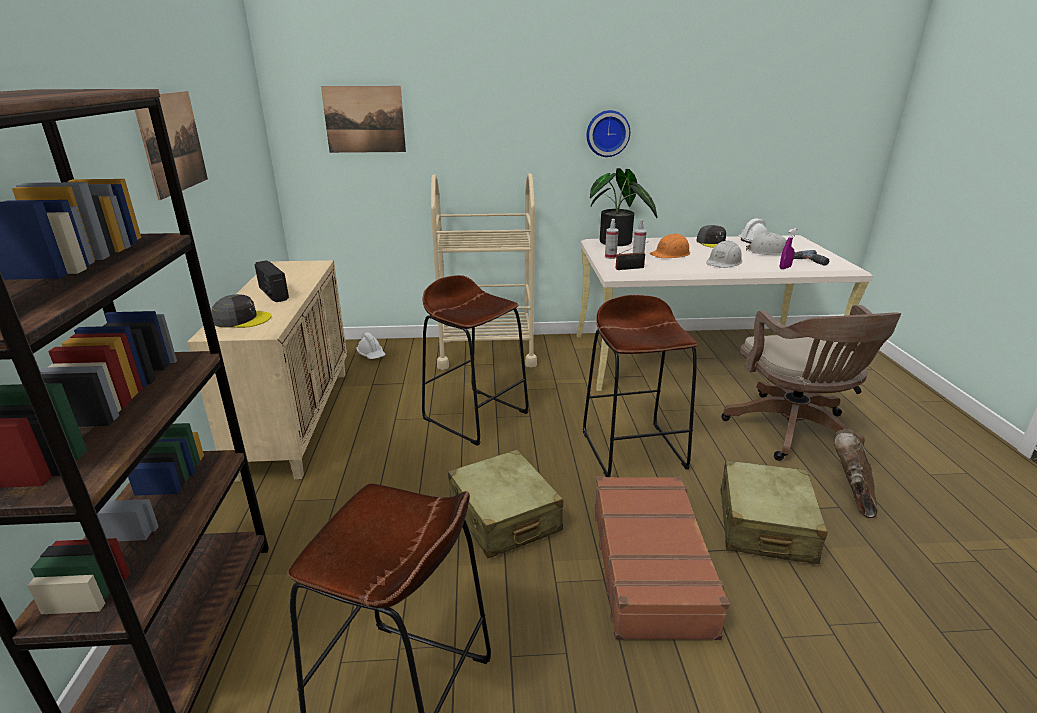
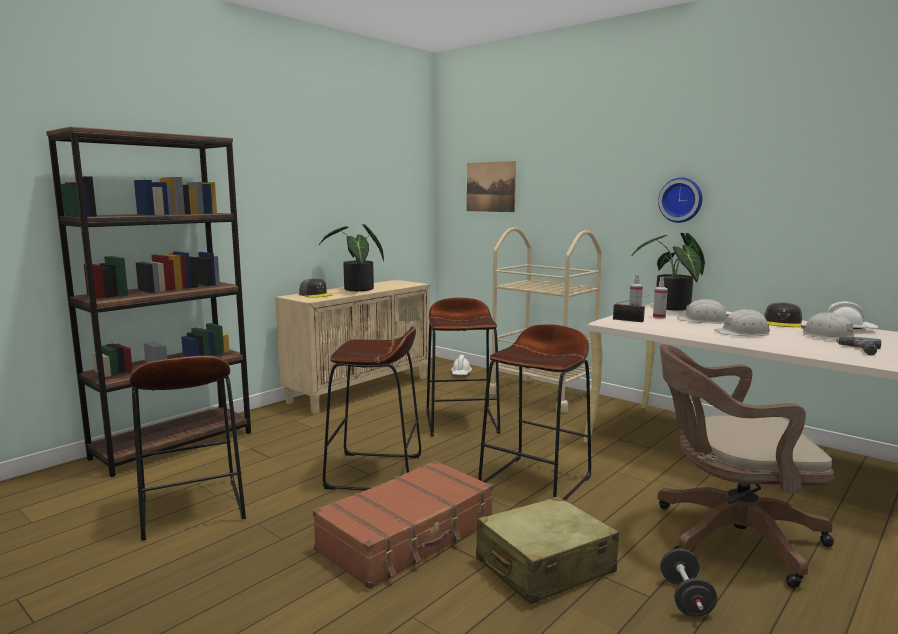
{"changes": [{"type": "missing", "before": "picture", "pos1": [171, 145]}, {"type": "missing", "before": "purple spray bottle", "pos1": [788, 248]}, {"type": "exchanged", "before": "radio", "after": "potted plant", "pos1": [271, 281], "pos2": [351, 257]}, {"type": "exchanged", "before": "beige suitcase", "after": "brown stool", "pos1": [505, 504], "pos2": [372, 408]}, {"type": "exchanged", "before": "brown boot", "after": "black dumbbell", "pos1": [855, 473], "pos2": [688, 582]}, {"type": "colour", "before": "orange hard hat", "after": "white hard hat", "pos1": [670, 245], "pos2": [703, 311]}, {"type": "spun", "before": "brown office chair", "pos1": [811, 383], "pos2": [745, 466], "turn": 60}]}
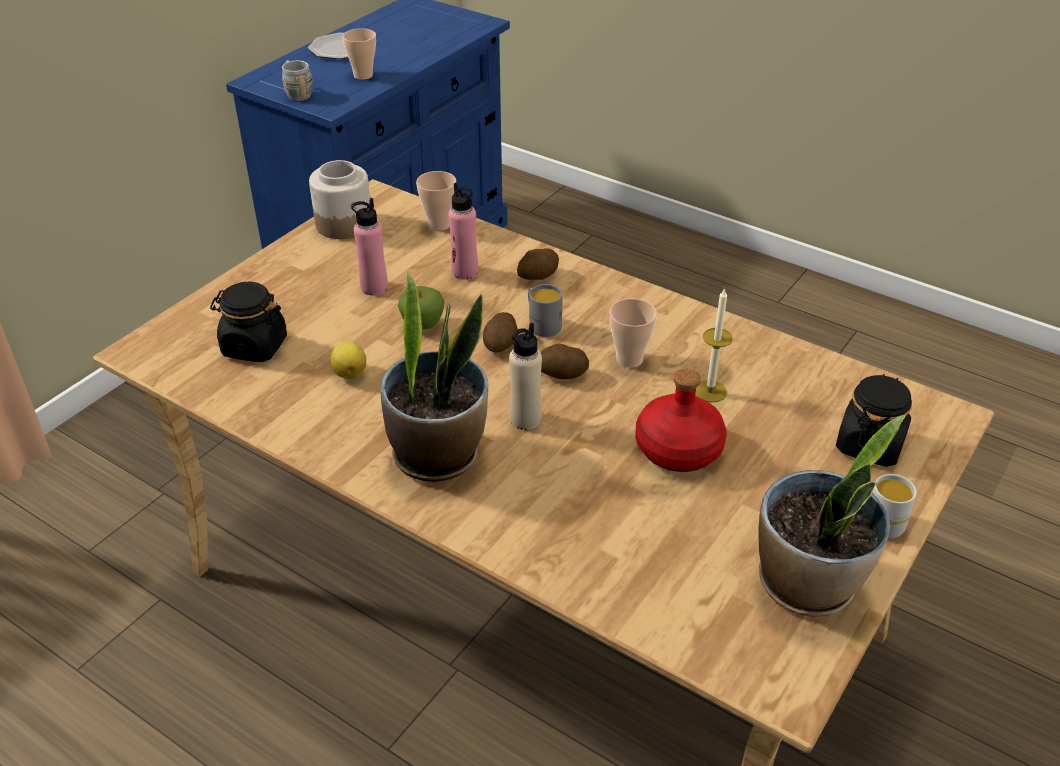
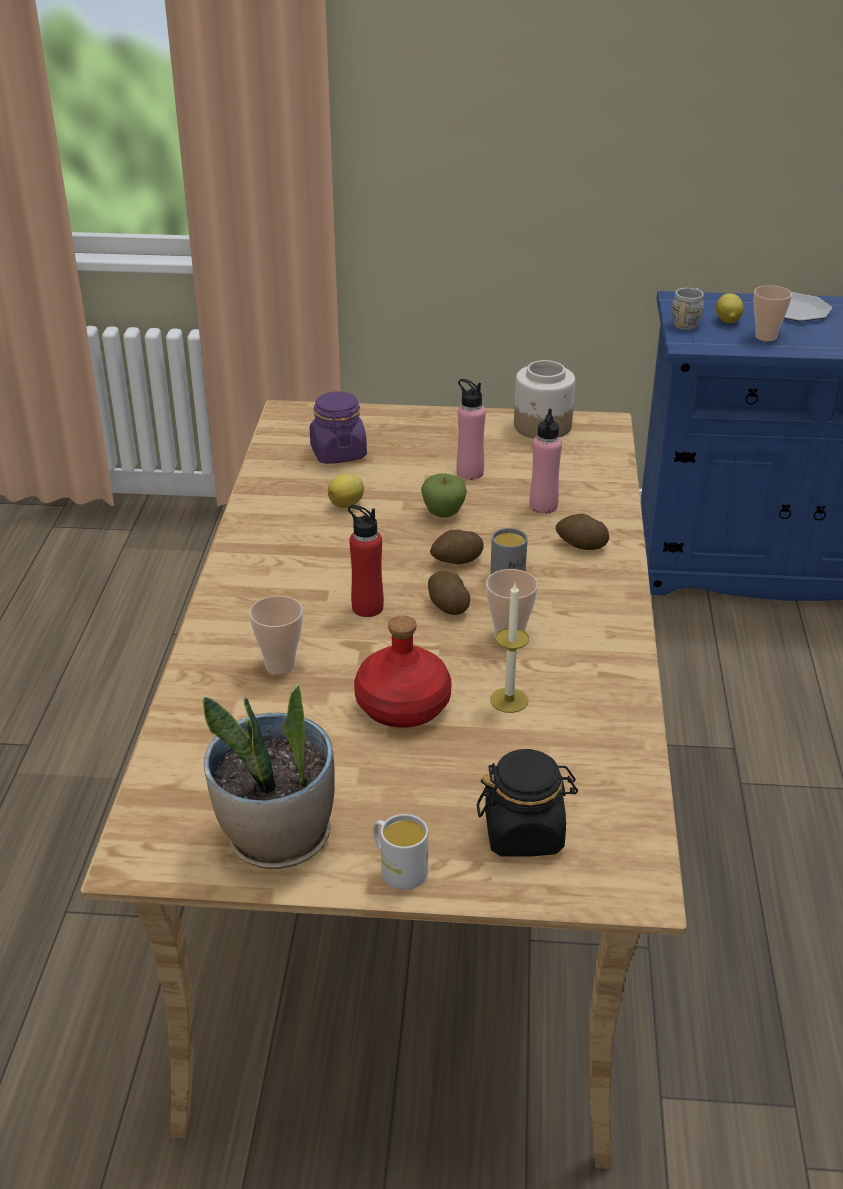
{"changes": [{"type": "missing", "before": "potted plant", "pos1": [434, 376]}, {"type": "appeared", "after": "lemon", "pos2": [730, 308]}, {"type": "relocated", "before": "cup", "pos1": [436, 201], "pos2": [276, 635]}, {"type": "colour", "before": "black jar", "after": "purple jar", "pos1": [248, 322], "pos2": [338, 427]}, {"type": "colour", "before": "beige bottle", "after": "red bottle", "pos1": [525, 376], "pos2": [366, 561]}]}
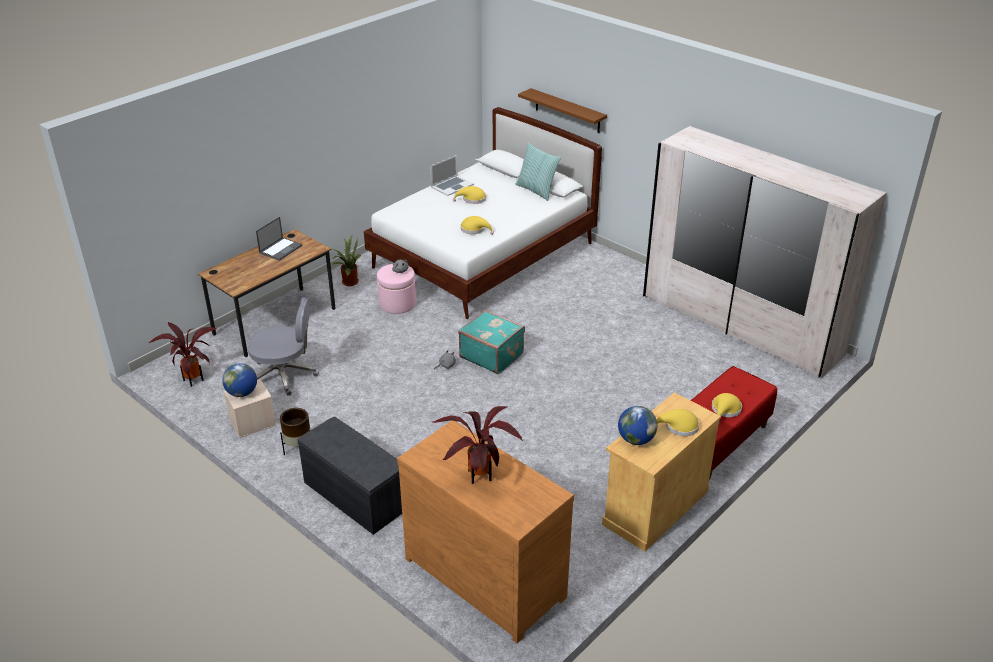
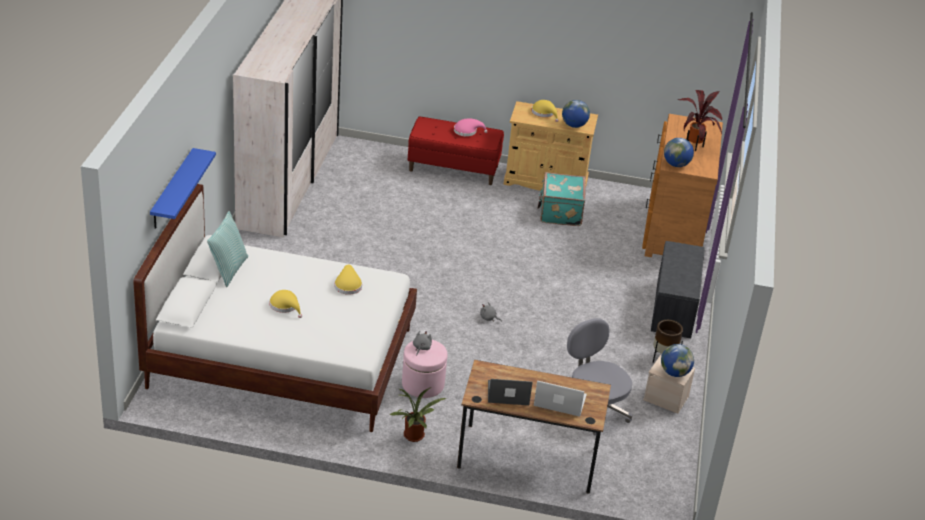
{"changes": [{"type": "missing", "before": "potted plant", "pos1": [182, 354]}, {"type": "appeared", "after": "globe", "pos2": [679, 152]}, {"type": "relocated", "before": "laptop", "pos1": [452, 175], "pos2": [560, 399]}, {"type": "relocated", "before": "turquoise suitcase", "pos1": [491, 342], "pos2": [561, 199]}, {"type": "colour", "before": "brown shelf", "after": "blue shelf", "pos1": [562, 110], "pos2": [183, 188]}, {"type": "colour", "before": "yellow hat", "after": "pink hat", "pos1": [727, 405], "pos2": [471, 127]}]}
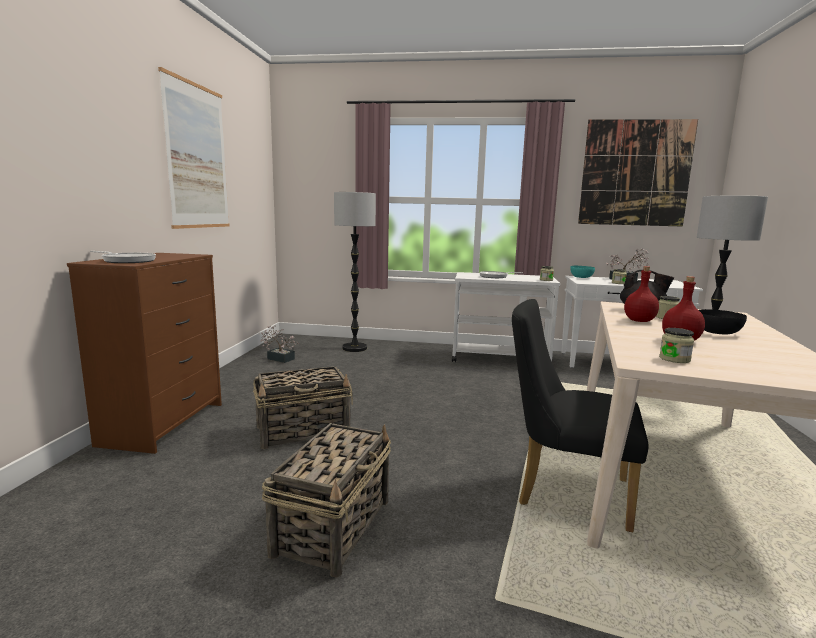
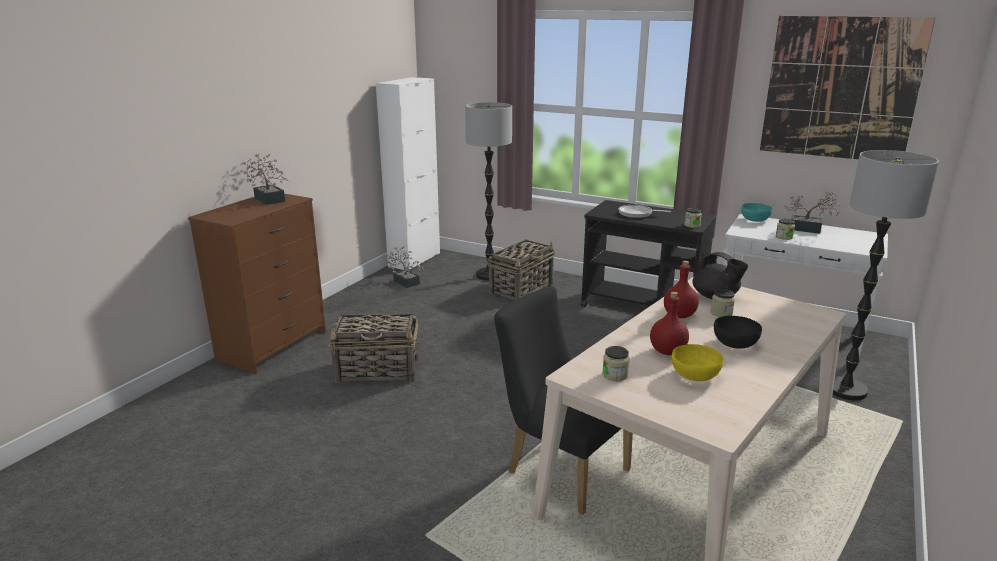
{"changes": [{"type": "missing", "before": "frying pan", "pos1": [123, 257]}, {"type": "missing", "before": "picture", "pos1": [193, 148]}, {"type": "appeared", "after": "potted plant", "pos2": [264, 179]}, {"type": "appeared", "after": "white cabinet", "pos2": [408, 174]}, {"type": "appeared", "after": "yellow bowl", "pos2": [697, 362]}, {"type": "relocated", "before": "basket", "pos1": [326, 500], "pos2": [521, 269]}, {"type": "colour", "before": "white cart", "after": "black cart", "pos1": [506, 317], "pos2": [648, 253]}]}
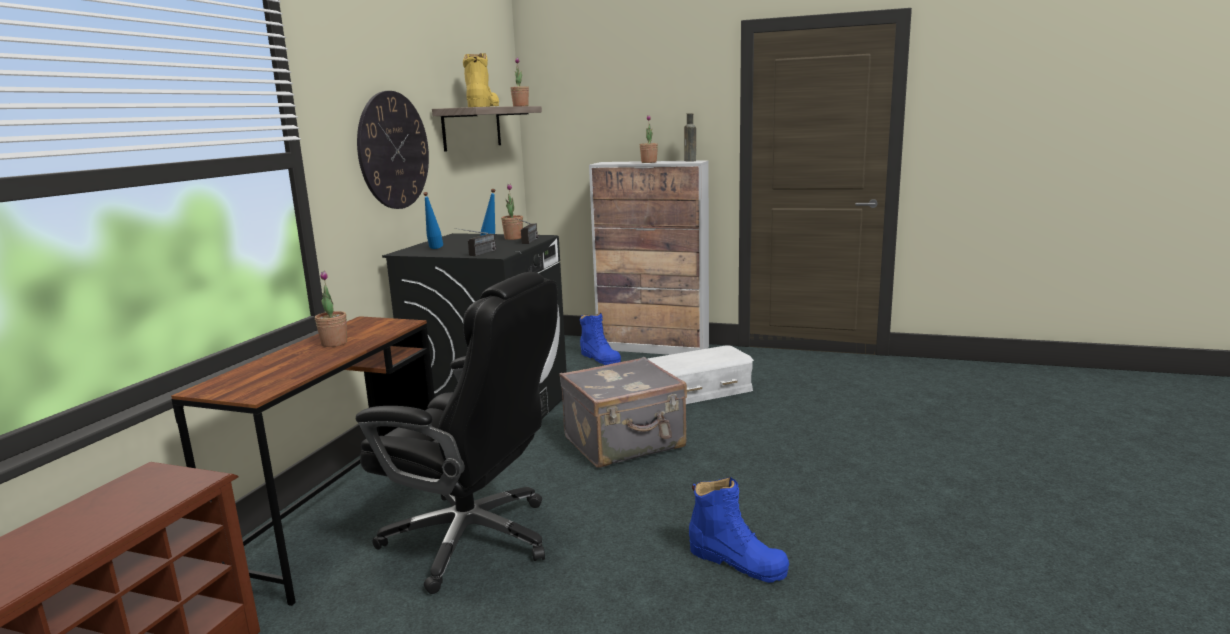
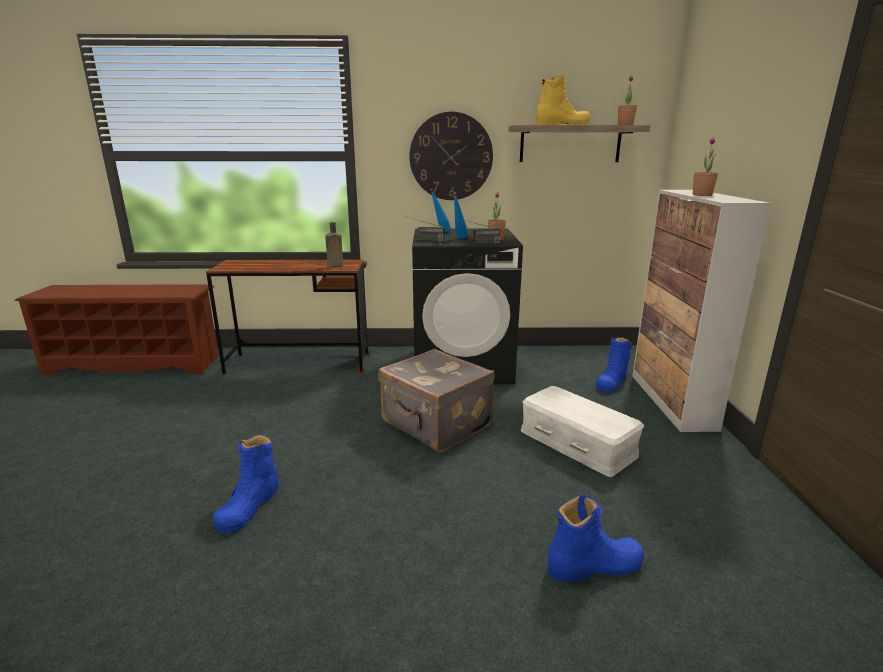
{"changes": [{"type": "missing", "before": "potted plant", "pos1": [331, 309]}, {"type": "missing", "before": "black office chair", "pos1": [457, 433]}, {"type": "appeared", "after": "blue boot", "pos2": [595, 538]}, {"type": "relocated", "before": "brown bottle", "pos1": [690, 137], "pos2": [334, 245]}]}
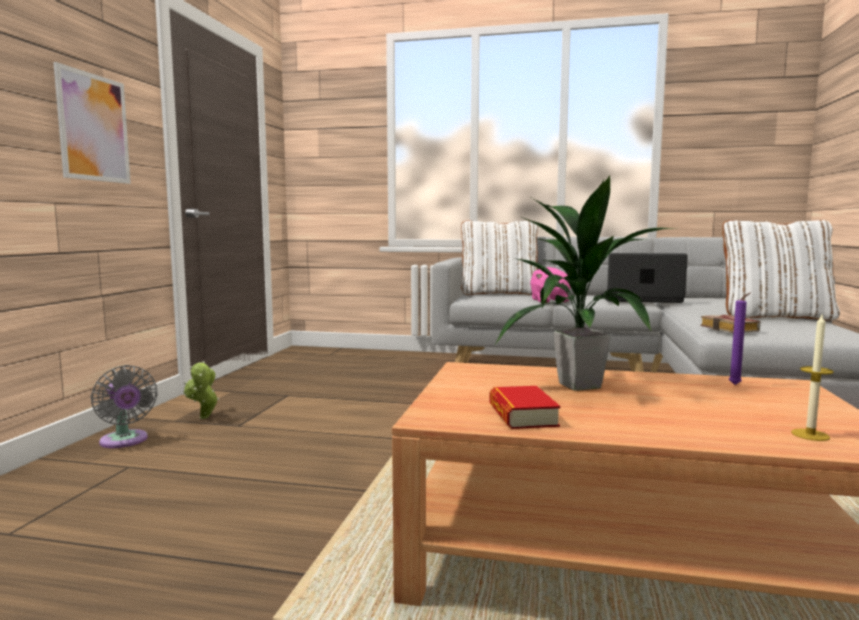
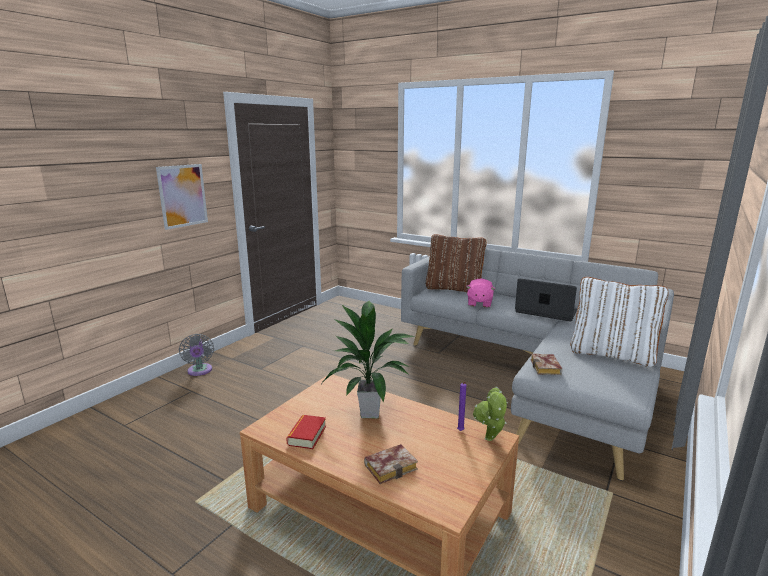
{"changes": [{"type": "missing", "before": "candle", "pos1": [812, 378]}, {"type": "appeared", "after": "book", "pos2": [391, 464]}, {"type": "relocated", "before": "potted plant", "pos1": [201, 390], "pos2": [490, 413]}, {"type": "colour", "before": "white pillow", "after": "brown pillow", "pos1": [499, 258], "pos2": [456, 263]}]}
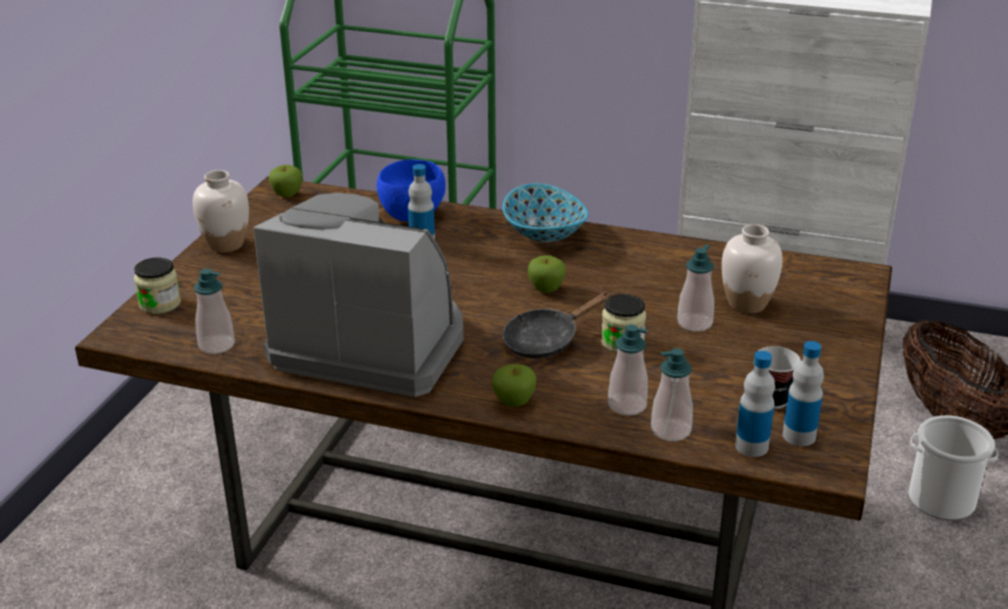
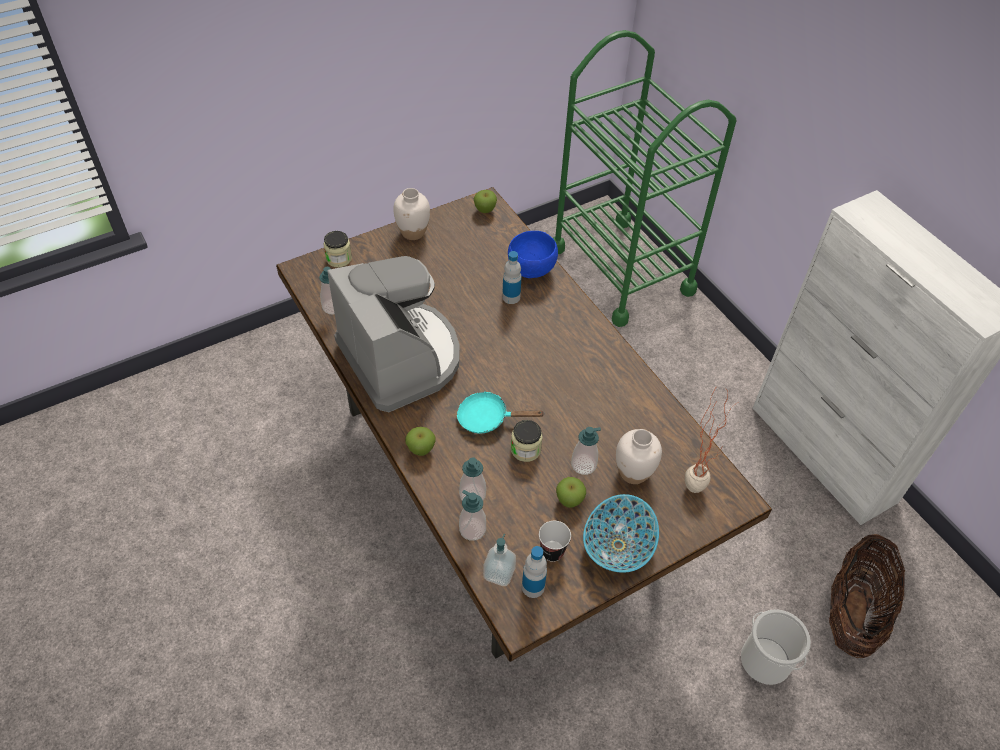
{"changes": [{"type": "appeared", "after": "potted plant", "pos2": [712, 439]}, {"type": "relocated", "before": "bowl", "pos1": [545, 213], "pos2": [621, 533]}, {"type": "relocated", "before": "apple", "pos1": [547, 274], "pos2": [571, 492]}, {"type": "exchanged", "before": "bottle", "after": "soap dispenser", "pos1": [755, 404], "pos2": [499, 560]}, {"type": "colour", "before": "black frying pan", "after": "turquoise frying pan", "pos1": [557, 325], "pos2": [501, 412]}]}
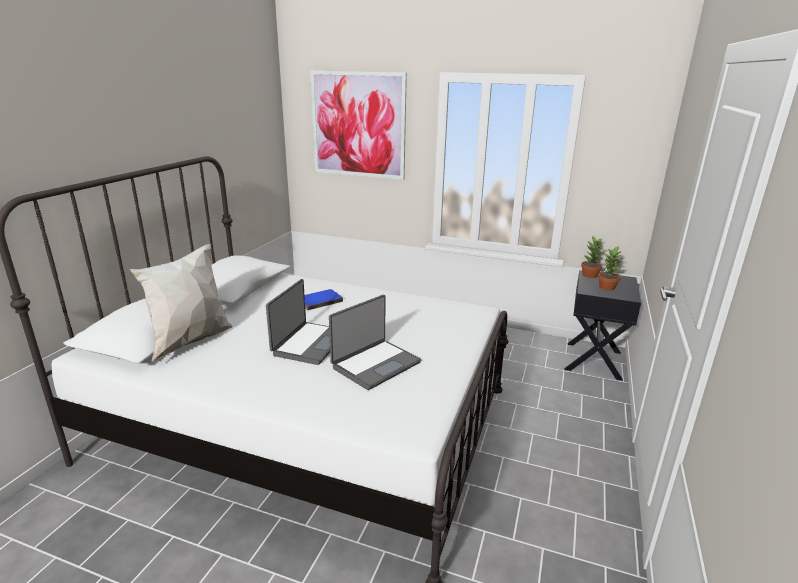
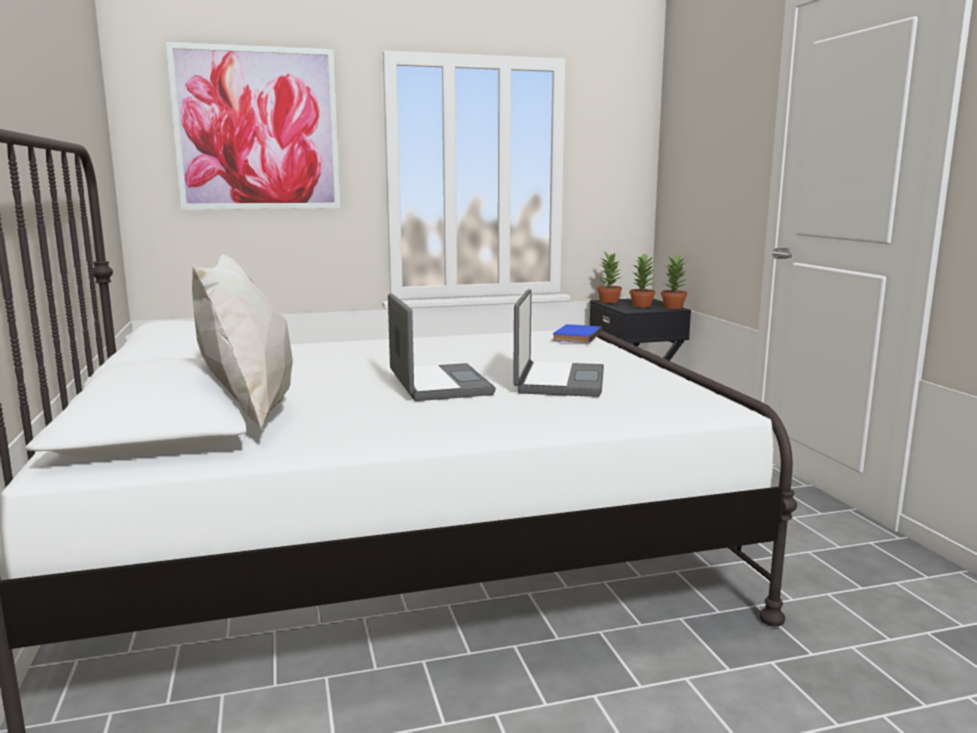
{"changes": [{"type": "appeared", "after": "potted plant", "pos2": [674, 281]}, {"type": "relocated", "before": "blue book", "pos1": [324, 299], "pos2": [577, 333]}]}
